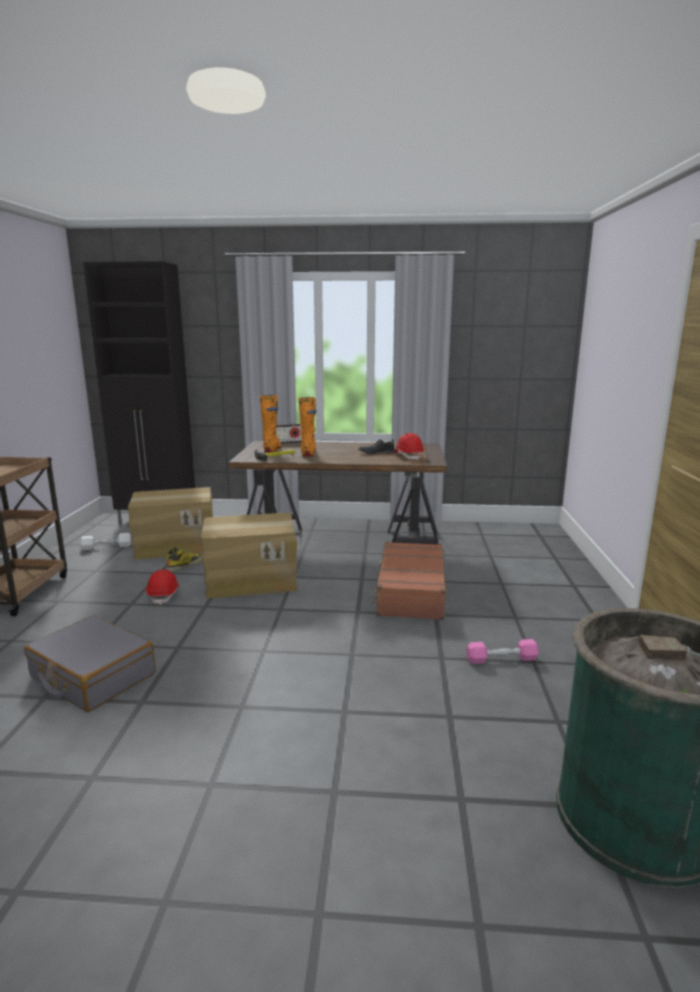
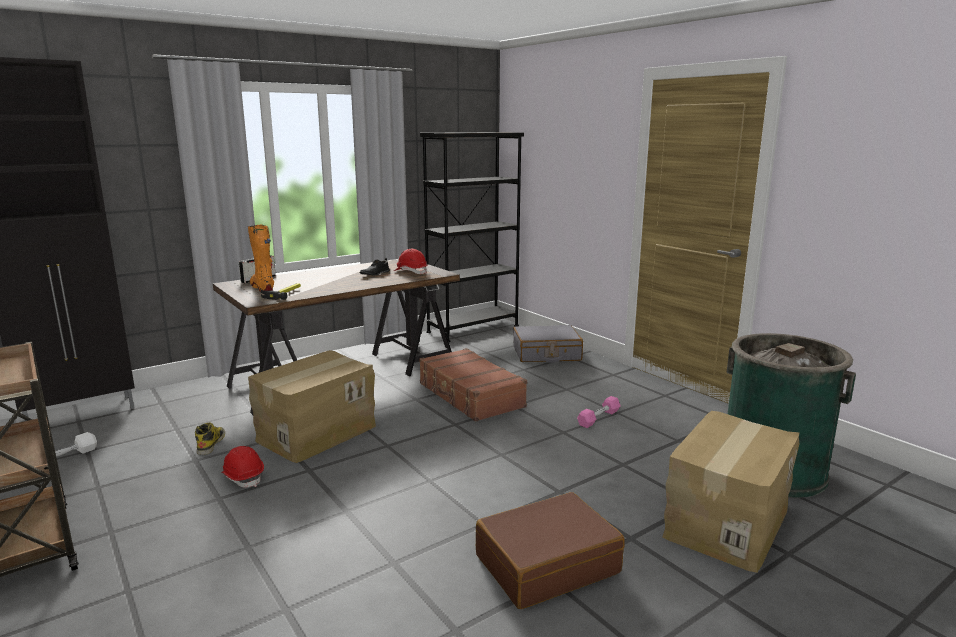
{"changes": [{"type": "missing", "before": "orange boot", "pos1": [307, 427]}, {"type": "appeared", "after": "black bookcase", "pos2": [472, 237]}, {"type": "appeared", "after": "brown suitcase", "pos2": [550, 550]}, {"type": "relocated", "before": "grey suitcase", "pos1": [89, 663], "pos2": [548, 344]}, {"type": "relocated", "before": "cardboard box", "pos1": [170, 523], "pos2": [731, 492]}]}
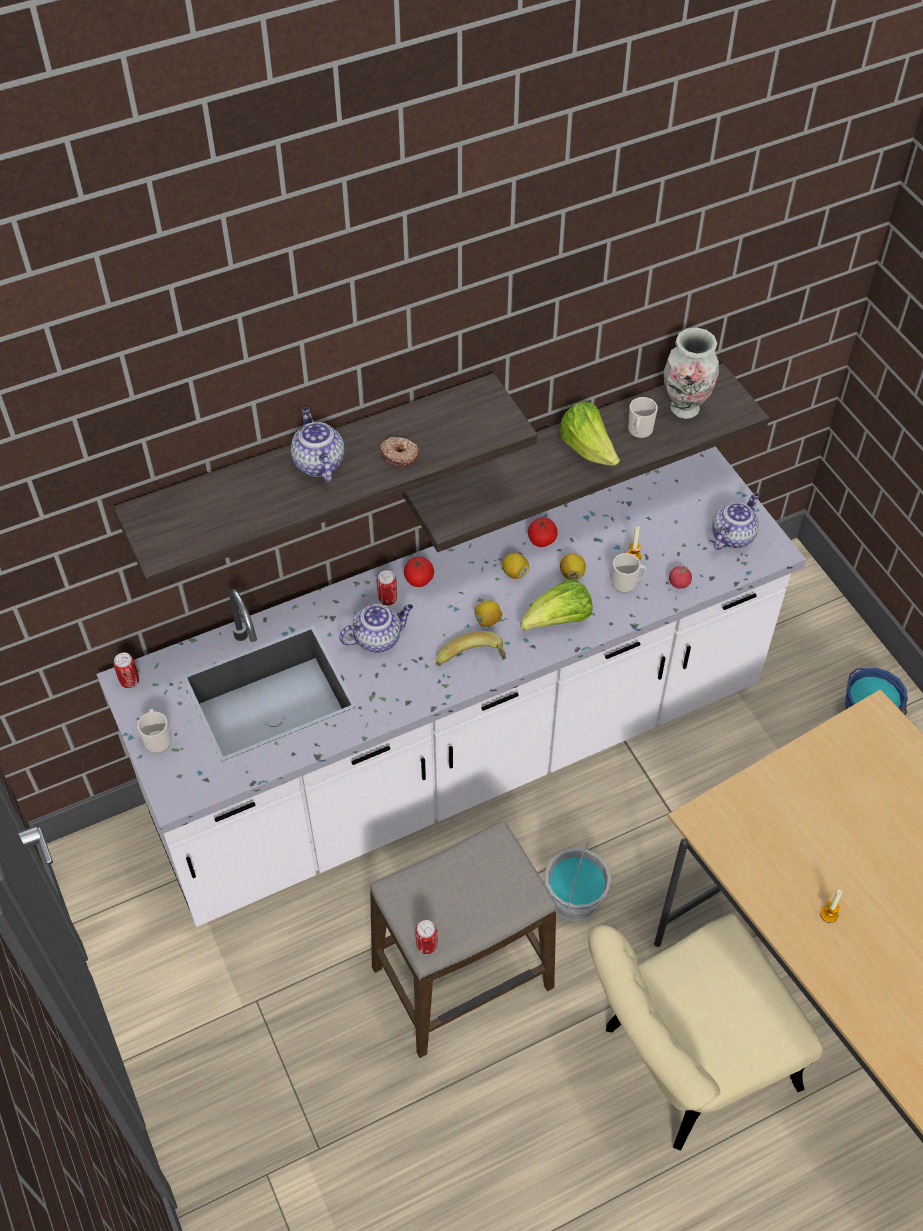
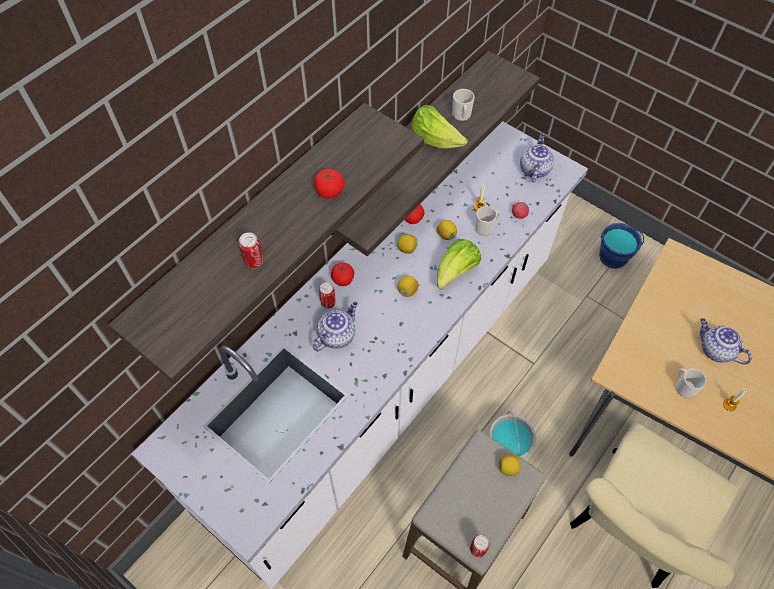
{"changes": [{"type": "missing", "before": "banana", "pos1": [471, 648]}, {"type": "missing", "before": "vase", "pos1": [691, 373]}, {"type": "appeared", "after": "lemon", "pos2": [509, 465]}, {"type": "relocated", "before": "can", "pos1": [126, 670], "pos2": [251, 250]}, {"type": "relocated", "before": "mug", "pos1": [154, 731], "pos2": [691, 383]}, {"type": "relocated", "before": "teapot", "pos1": [317, 444], "pos2": [726, 341]}, {"type": "exchanged", "before": "donut", "after": "tomato", "pos1": [399, 452], "pos2": [329, 184]}]}
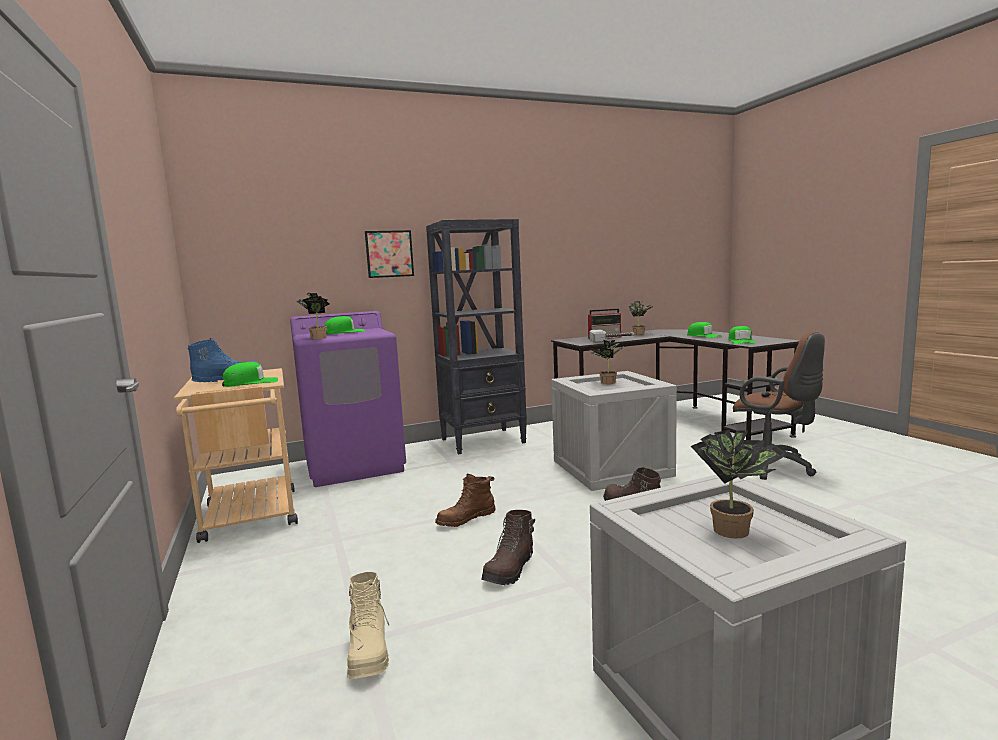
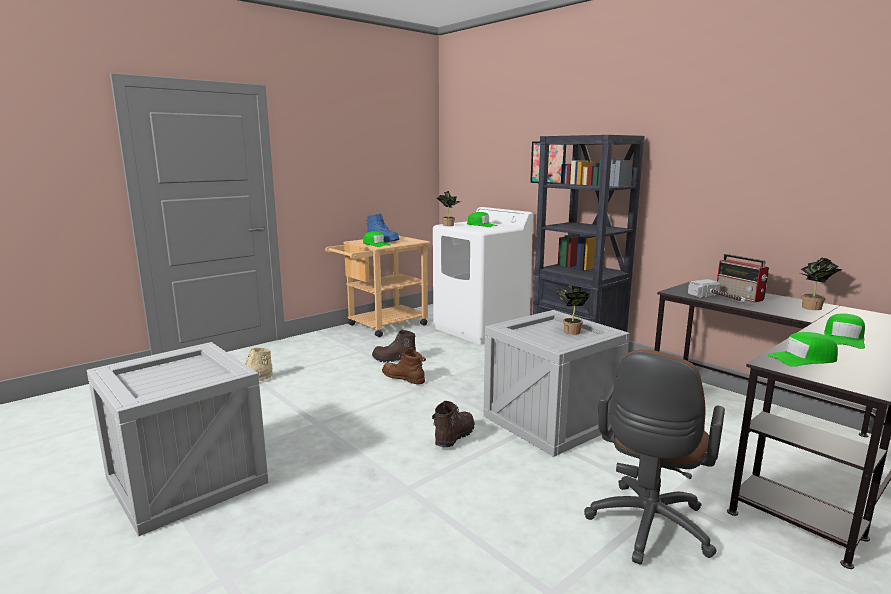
{"changes": [{"type": "missing", "before": "potted plant", "pos1": [739, 484]}, {"type": "relocated", "before": "brown boot", "pos1": [508, 547], "pos2": [394, 346]}, {"type": "colour", "before": "purple washing machine", "after": "white washing machine", "pos1": [348, 399], "pos2": [483, 276]}]}
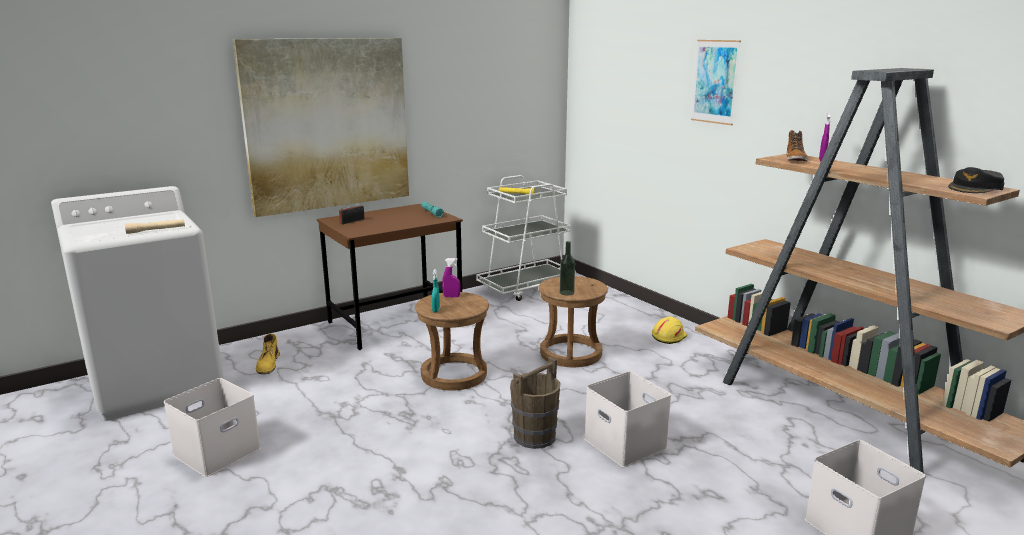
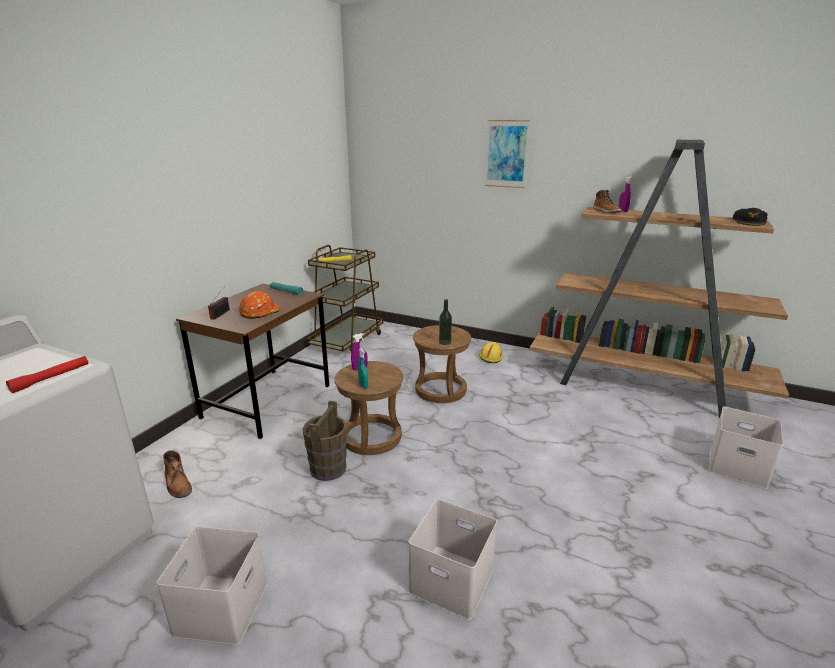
{"changes": [{"type": "missing", "before": "picture", "pos1": [321, 127]}, {"type": "appeared", "after": "orange hard hat", "pos2": [259, 305]}, {"type": "relocated", "before": "brown bucket", "pos1": [535, 403], "pos2": [324, 441]}, {"type": "relocated", "before": "white storage box", "pos1": [627, 419], "pos2": [452, 559]}, {"type": "colour", "before": "beige flashlight", "after": "red flashlight", "pos1": [155, 226], "pos2": [47, 374]}, {"type": "colour", "before": "yellow boot", "after": "brown boot", "pos1": [268, 354], "pos2": [177, 474]}, {"type": "colour", "before": "white cart", "after": "brown cart", "pos1": [526, 238], "pos2": [345, 298]}]}
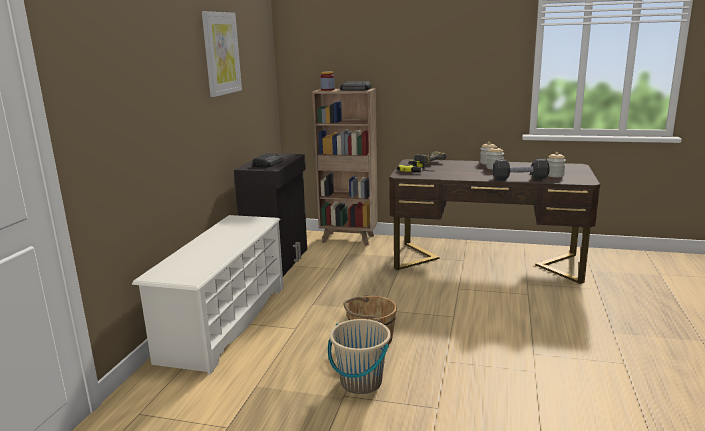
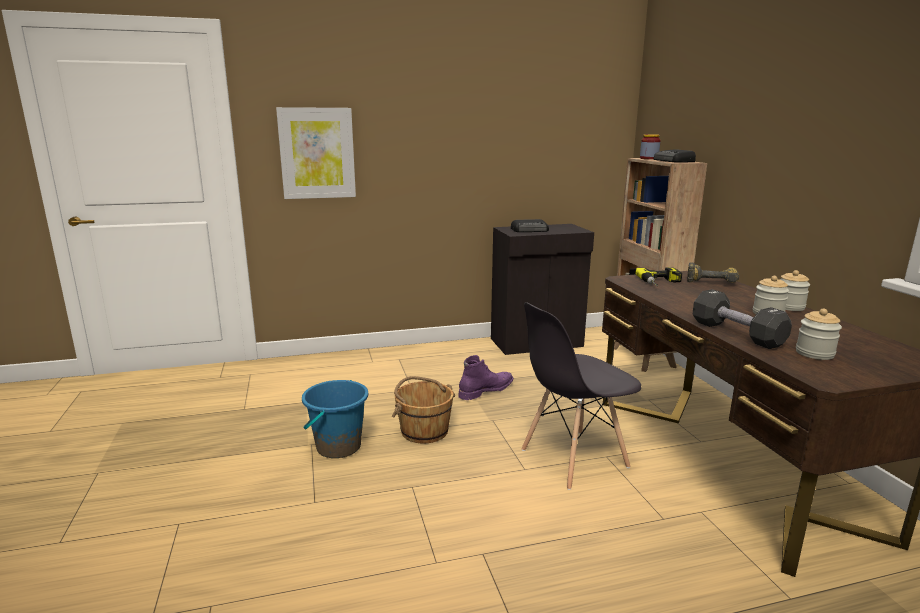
{"changes": [{"type": "missing", "before": "white shoe rack", "pos1": [208, 295]}, {"type": "appeared", "after": "purple boot", "pos2": [485, 377]}, {"type": "appeared", "after": "grey chair", "pos2": [581, 396]}, {"type": "relocated", "before": "picture", "pos1": [222, 54], "pos2": [316, 153]}, {"type": "colour", "before": "beige bucket", "after": "blue bucket", "pos1": [359, 356], "pos2": [335, 419]}]}
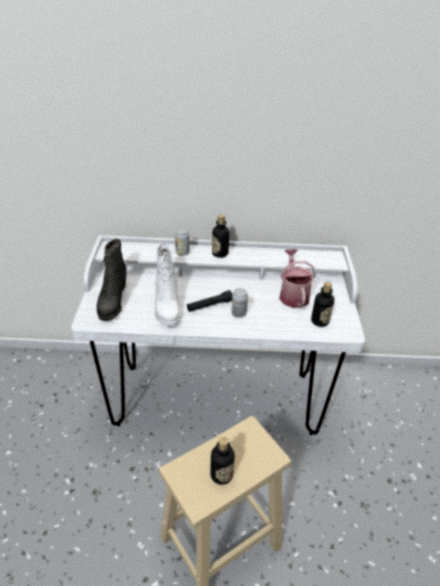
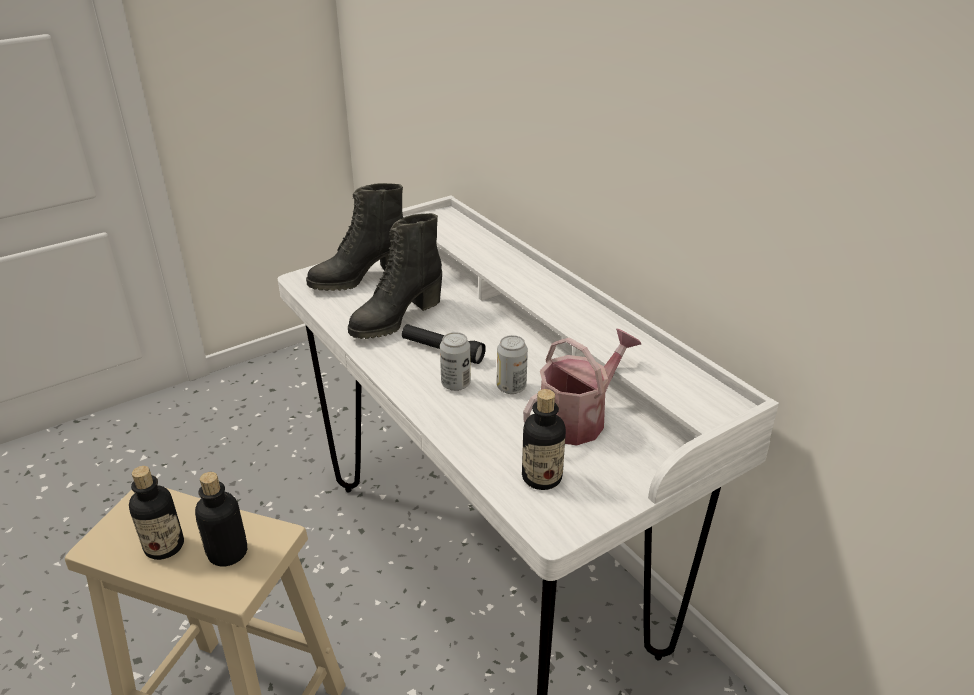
{"changes": [{"type": "relocated", "before": "can", "pos1": [182, 242], "pos2": [512, 364]}, {"type": "relocated", "before": "bottle", "pos1": [220, 236], "pos2": [221, 519]}, {"type": "colour", "before": "white boot", "after": "black boot", "pos1": [168, 285], "pos2": [395, 276]}]}
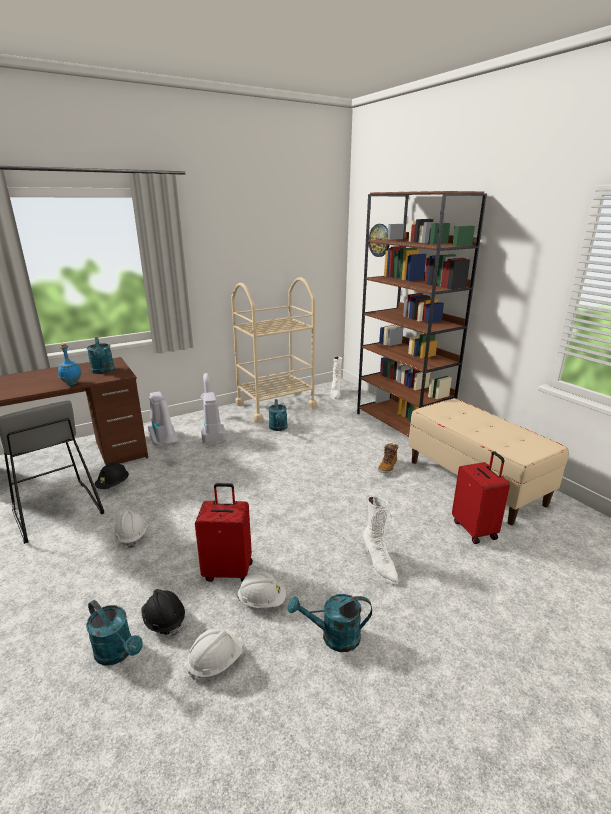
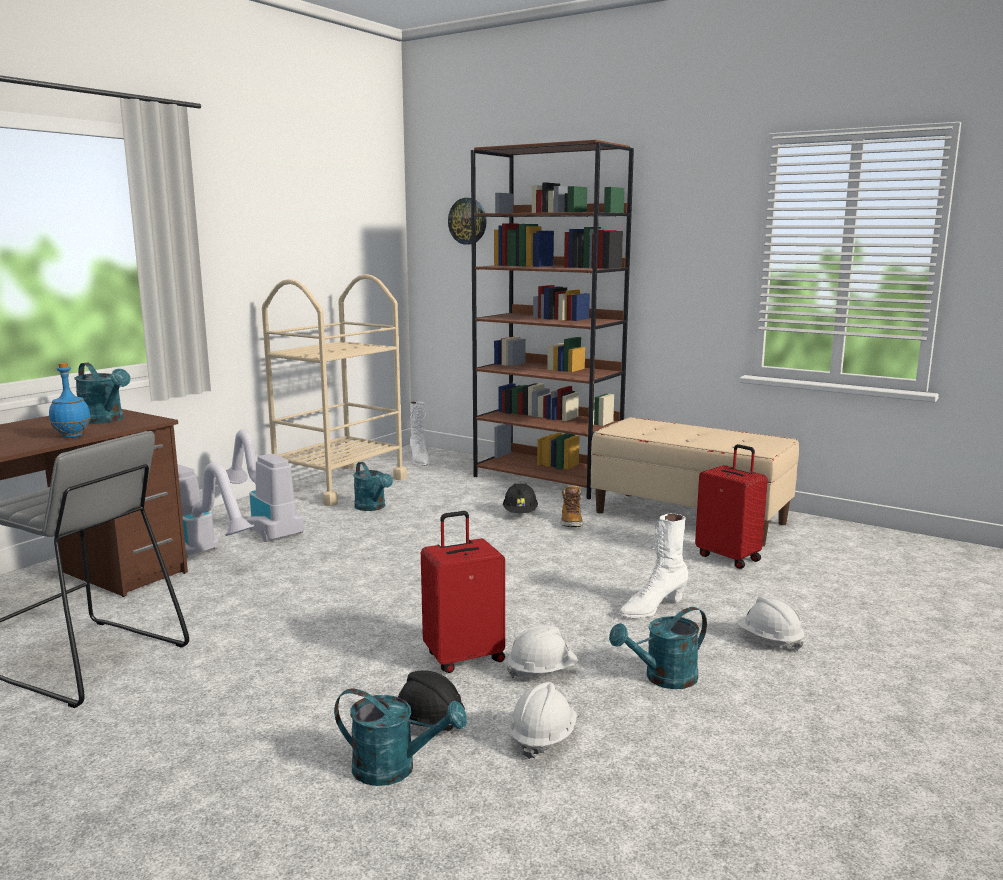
{"changes": [{"type": "relocated", "before": "black hard hat", "pos1": [112, 475], "pos2": [520, 498]}, {"type": "relocated", "before": "white hard hat", "pos1": [130, 529], "pos2": [770, 623]}, {"type": "spun", "before": "white boot", "pos1": [380, 540], "pos2": [653, 565], "turn": 105}]}
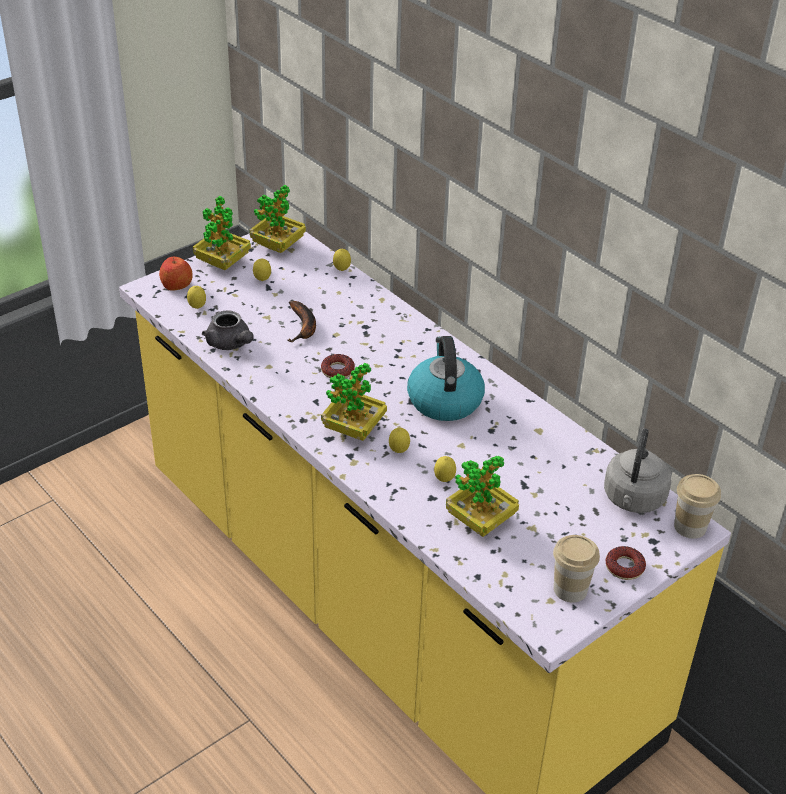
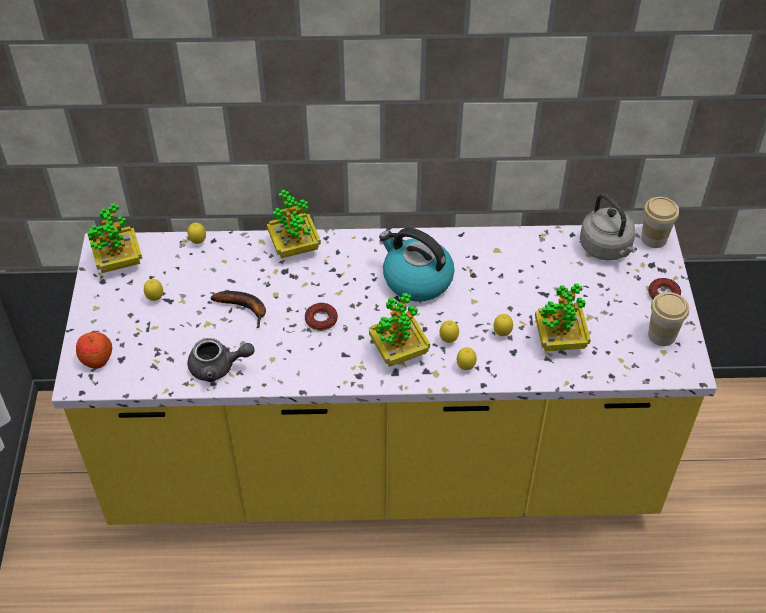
{"changes": [{"type": "relocated", "before": "lemon", "pos1": [196, 297], "pos2": [466, 358]}, {"type": "relocated", "before": "potted plant", "pos1": [222, 233], "pos2": [294, 224]}]}
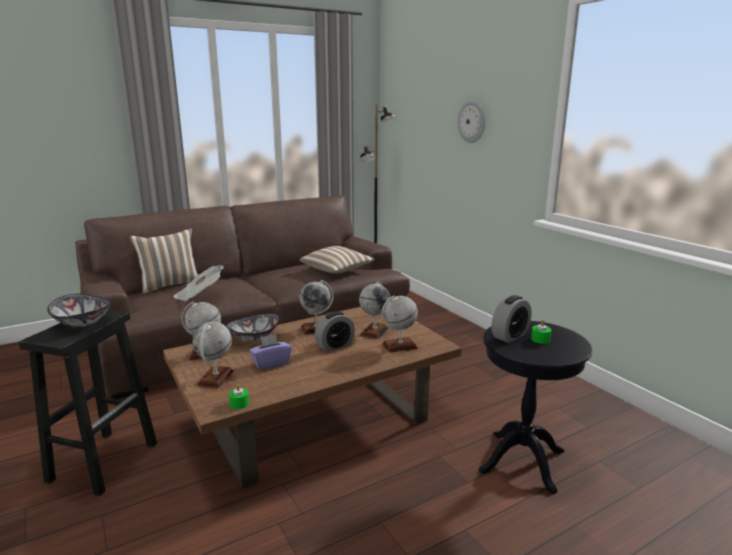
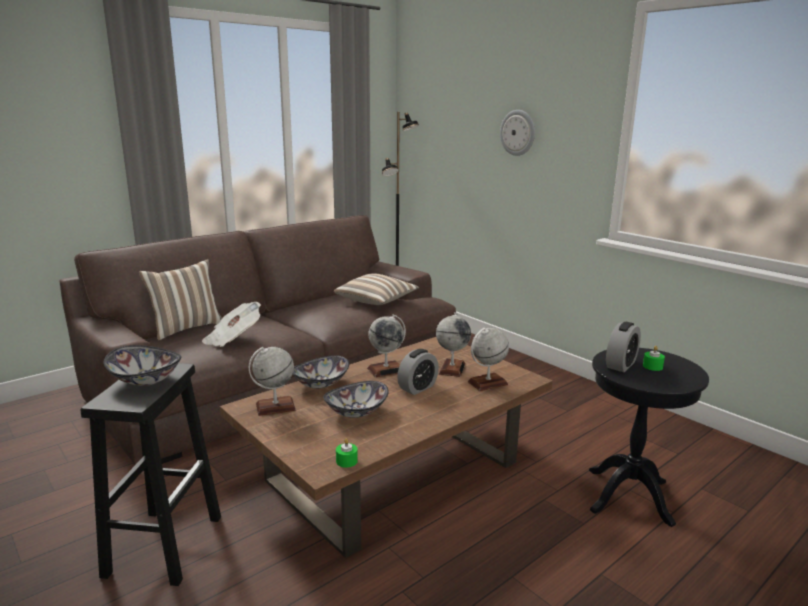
{"changes": [{"type": "missing", "before": "globe", "pos1": [213, 354]}, {"type": "exchanged", "before": "purple tissue box", "after": "bowl", "pos1": [270, 352], "pos2": [356, 399]}]}
